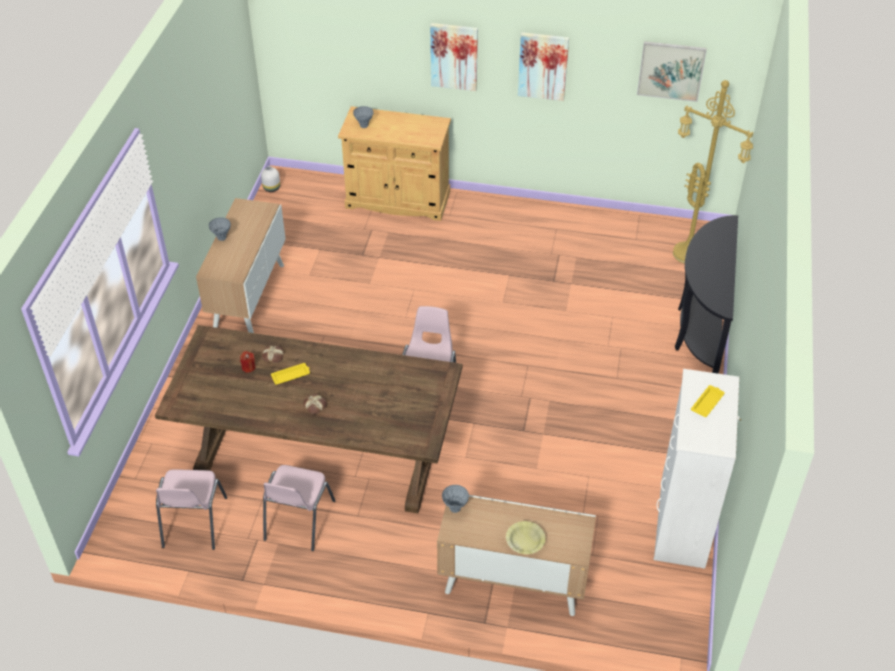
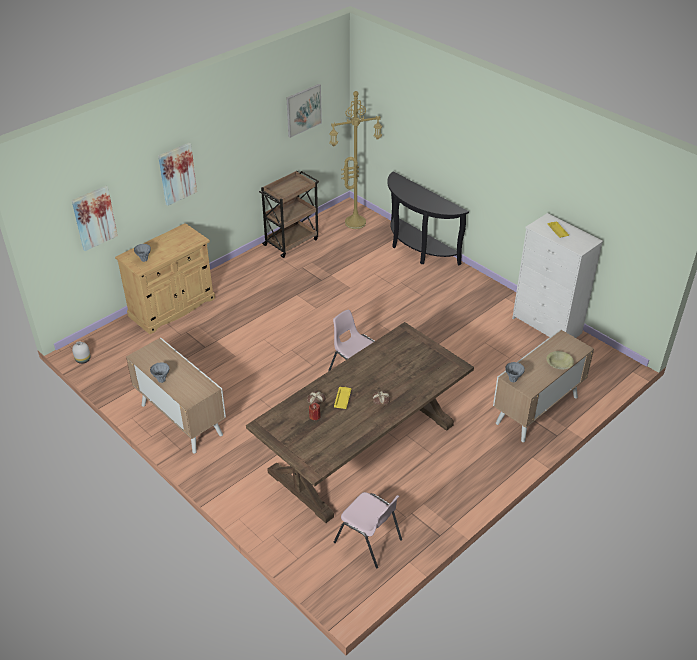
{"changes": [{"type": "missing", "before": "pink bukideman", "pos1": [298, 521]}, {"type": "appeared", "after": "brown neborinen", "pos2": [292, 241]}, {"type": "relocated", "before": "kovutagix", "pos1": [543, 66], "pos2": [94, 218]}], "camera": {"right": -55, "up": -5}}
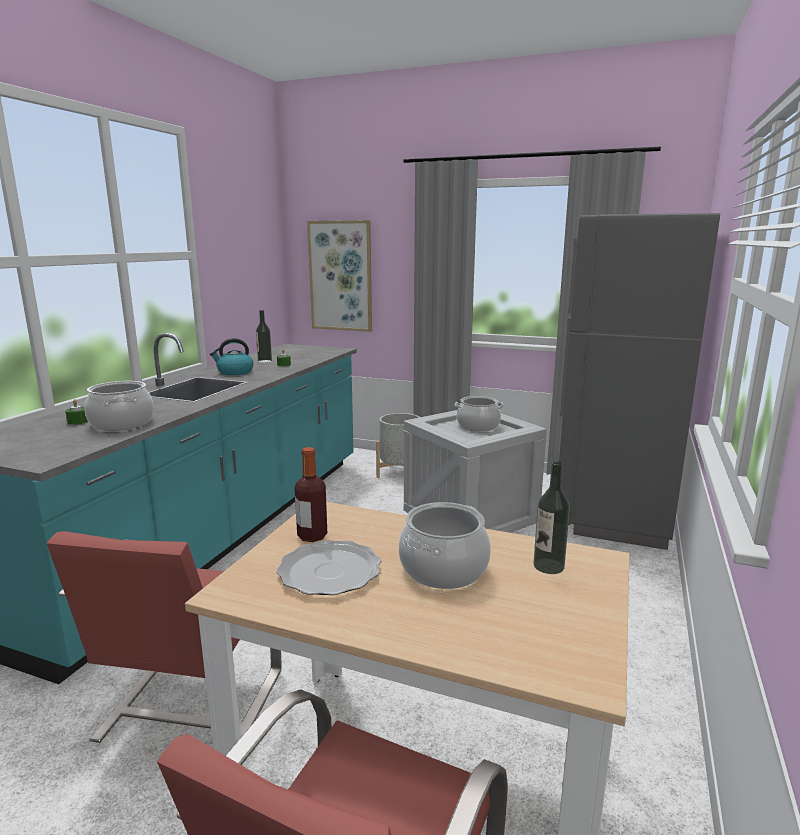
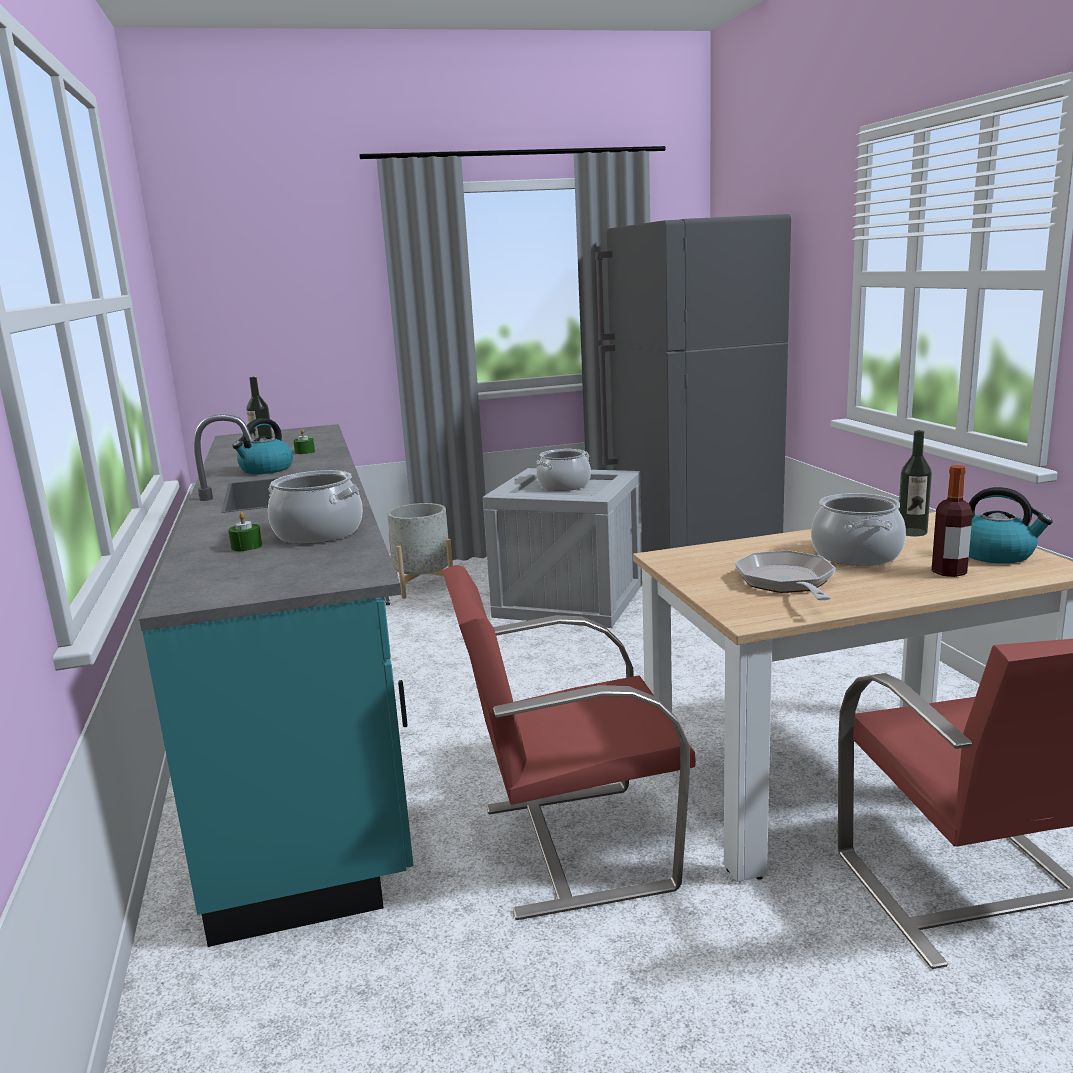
{"changes": [{"type": "missing", "before": "kovutagix", "pos1": [341, 276]}, {"type": "appeared", "after": "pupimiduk", "pos2": [997, 554]}, {"type": "relocated", "before": "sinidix", "pos1": [312, 536], "pos2": [949, 572]}, {"type": "exchanged", "before": "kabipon", "after": "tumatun", "pos1": [329, 571], "pos2": [787, 583]}, {"type": "spun", "before": "red bukideman", "pos1": [190, 706], "pos2": [571, 845], "turn": 105}], "camera": {"right": -35, "up": 0}}
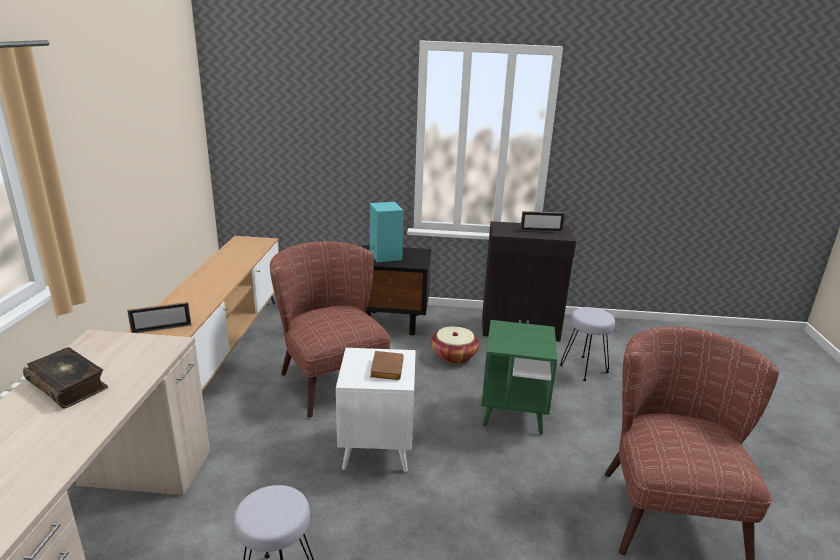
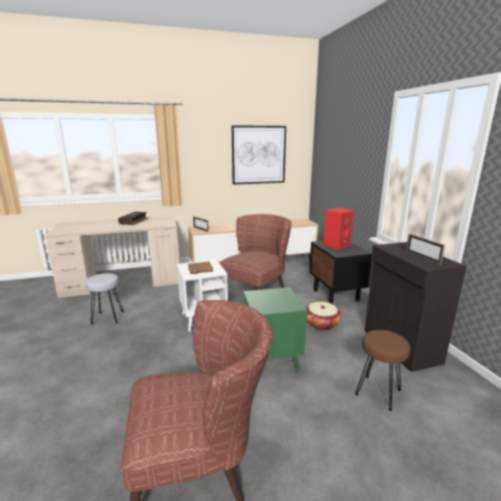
{"changes": [{"type": "appeared", "after": "kovutagix", "pos2": [258, 155]}, {"type": "colour", "before": "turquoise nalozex", "after": "red nalozex", "pos1": [384, 255], "pos2": [336, 245]}, {"type": "colour", "before": "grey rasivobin", "after": "brown rasivobin", "pos1": [584, 368], "pos2": [378, 392]}], "camera": {"right": 70, "up": -5}}
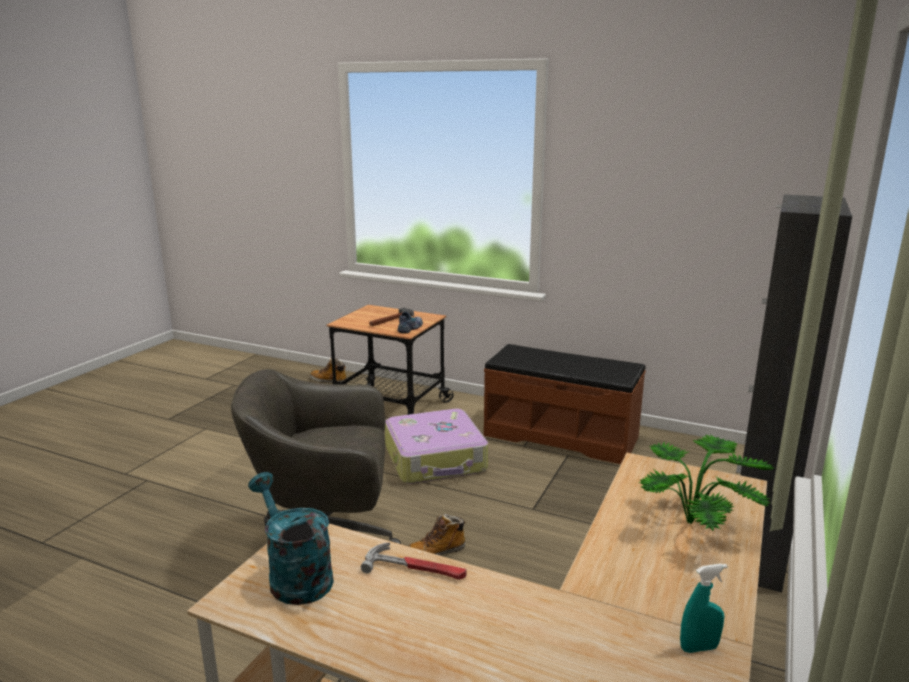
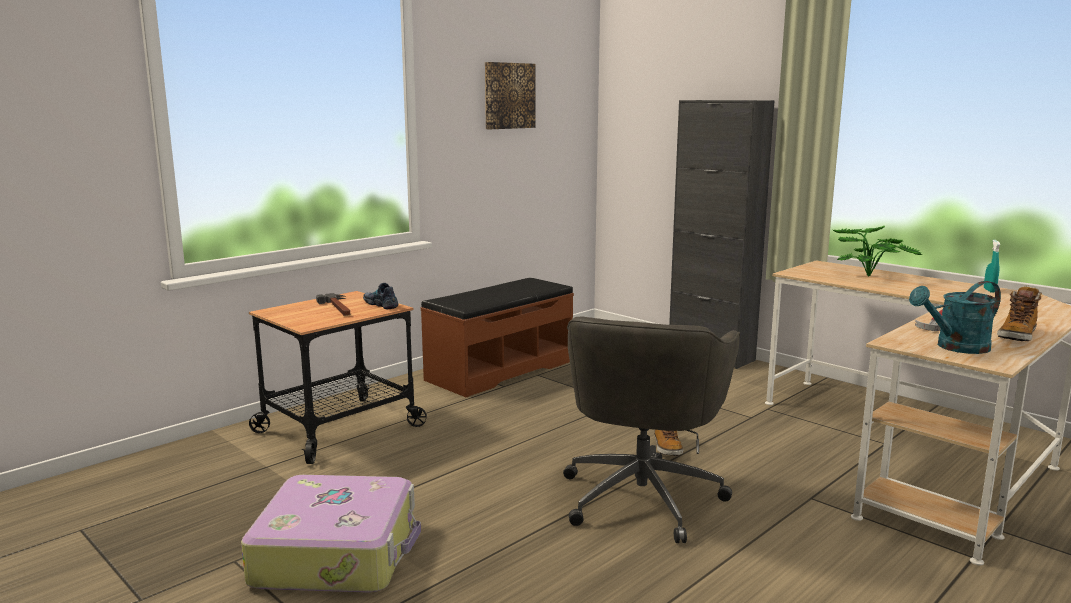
{"changes": [{"type": "appeared", "after": "kovutagix", "pos2": [509, 96]}, {"type": "relocated", "before": "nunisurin", "pos1": [329, 381], "pos2": [1017, 336]}, {"type": "relocated", "before": "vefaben", "pos1": [436, 459], "pos2": [338, 552]}], "camera": {"right": -70, "up": -5}}
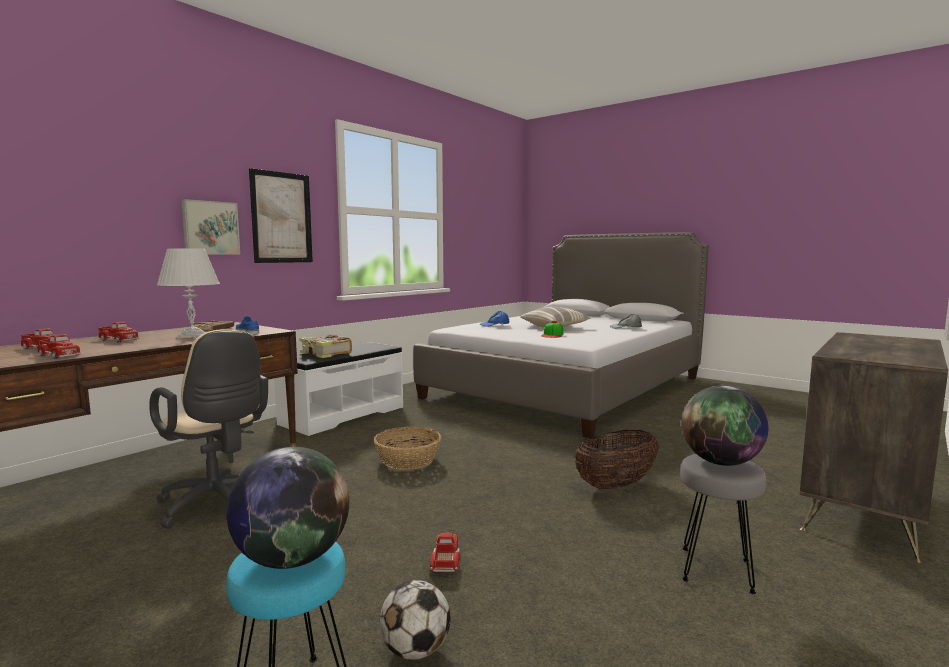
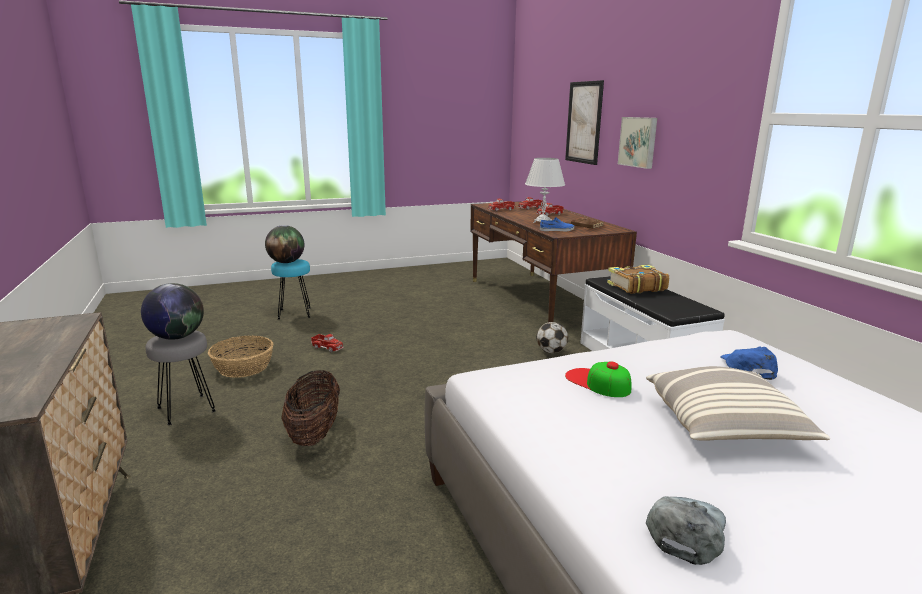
{"changes": [{"type": "missing", "before": "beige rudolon", "pos1": [217, 505]}, {"type": "relocated", "before": "kovutagix", "pos1": [281, 217], "pos2": [584, 122]}, {"type": "relocated", "before": "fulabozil", "pos1": [408, 460], "pos2": [243, 367]}, {"type": "relocated", "before": "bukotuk", "pos1": [415, 650], "pos2": [551, 352]}], "camera": {"right": 120, "up": 10}}
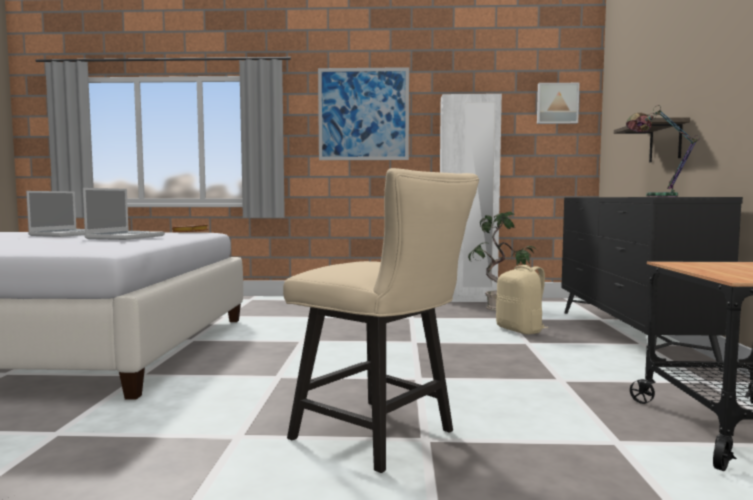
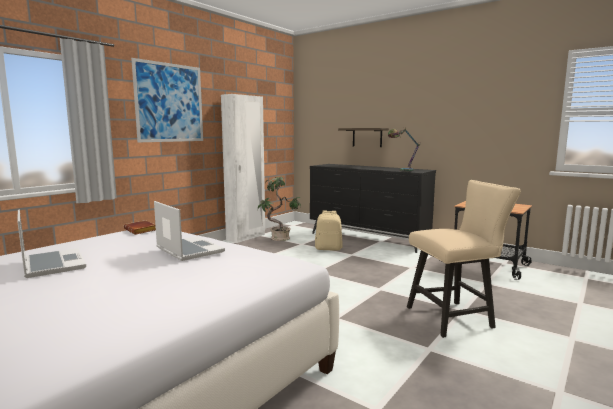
{"changes": [{"type": "missing", "before": "kovutagix", "pos1": [557, 103]}], "camera": {"right": -55, "up": 5}}
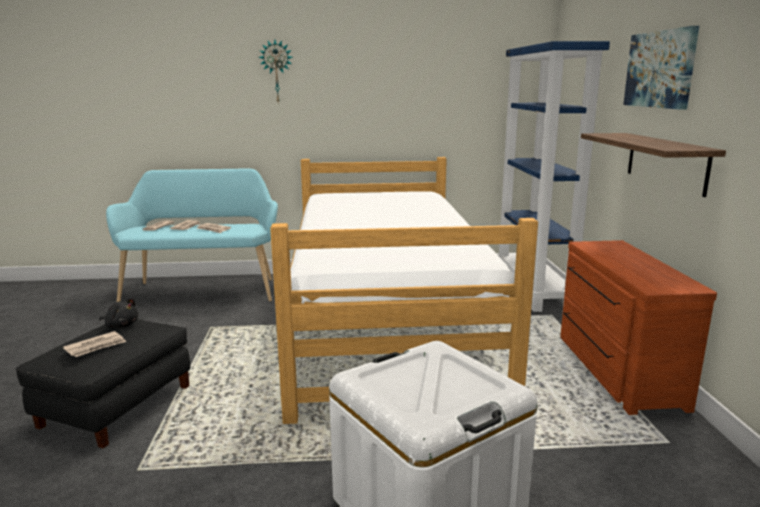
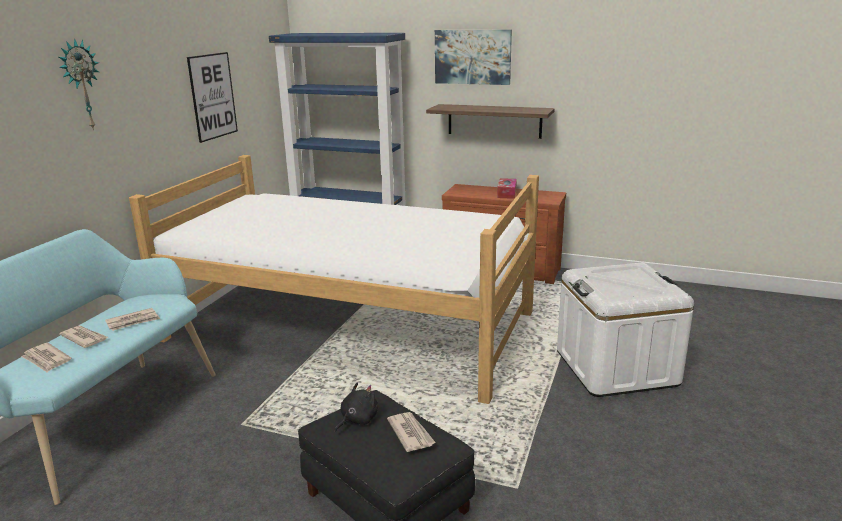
{"changes": [{"type": "appeared", "after": "kovutagix", "pos2": [213, 96]}, {"type": "appeared", "after": "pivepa", "pos2": [506, 193]}], "camera": {"right": -65, "up": 5}}
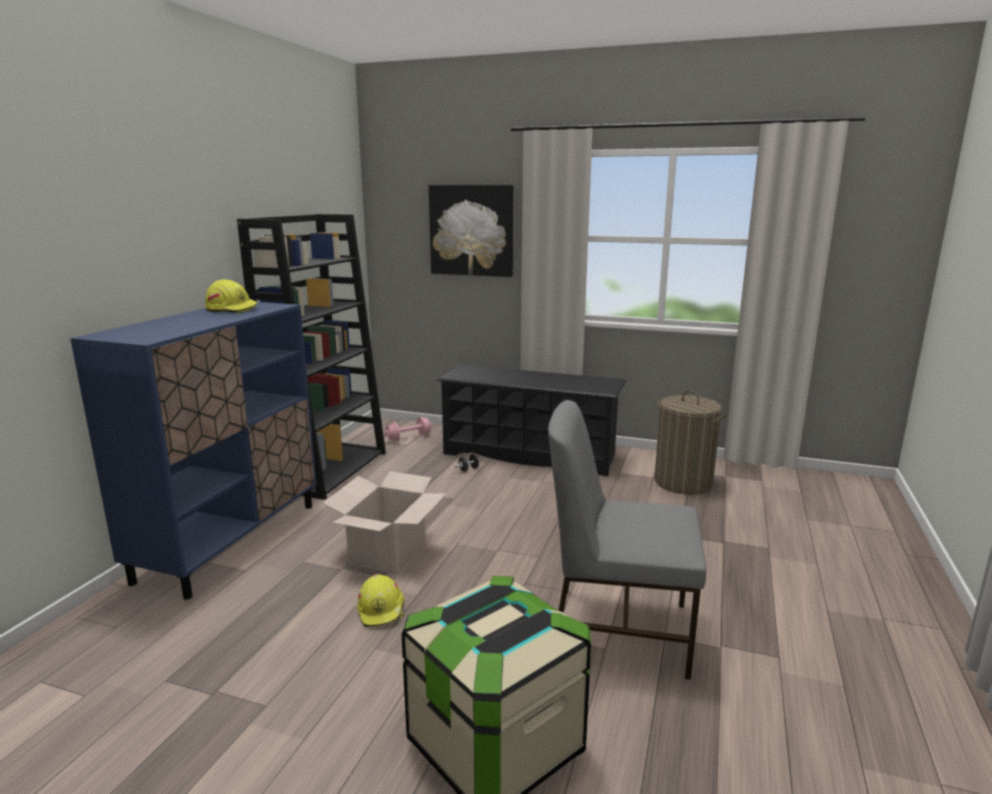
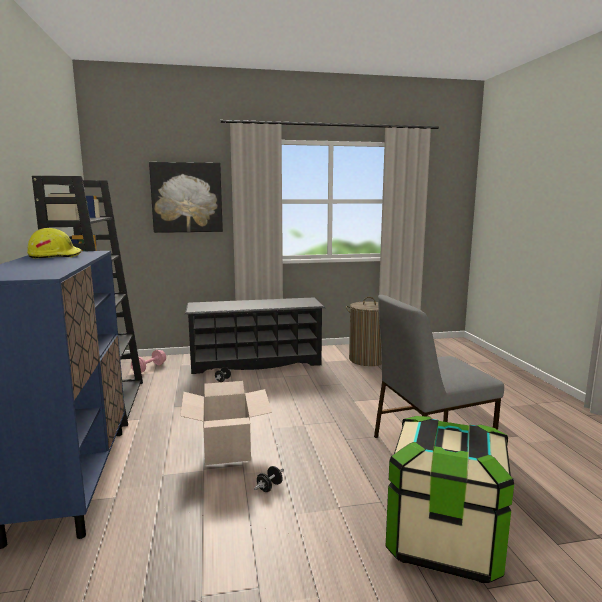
{"changes": [{"type": "exchanged", "before": "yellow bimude", "after": "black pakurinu", "pos1": [382, 610], "pos2": [269, 487]}], "camera": {"right": -30, "up": -5}}
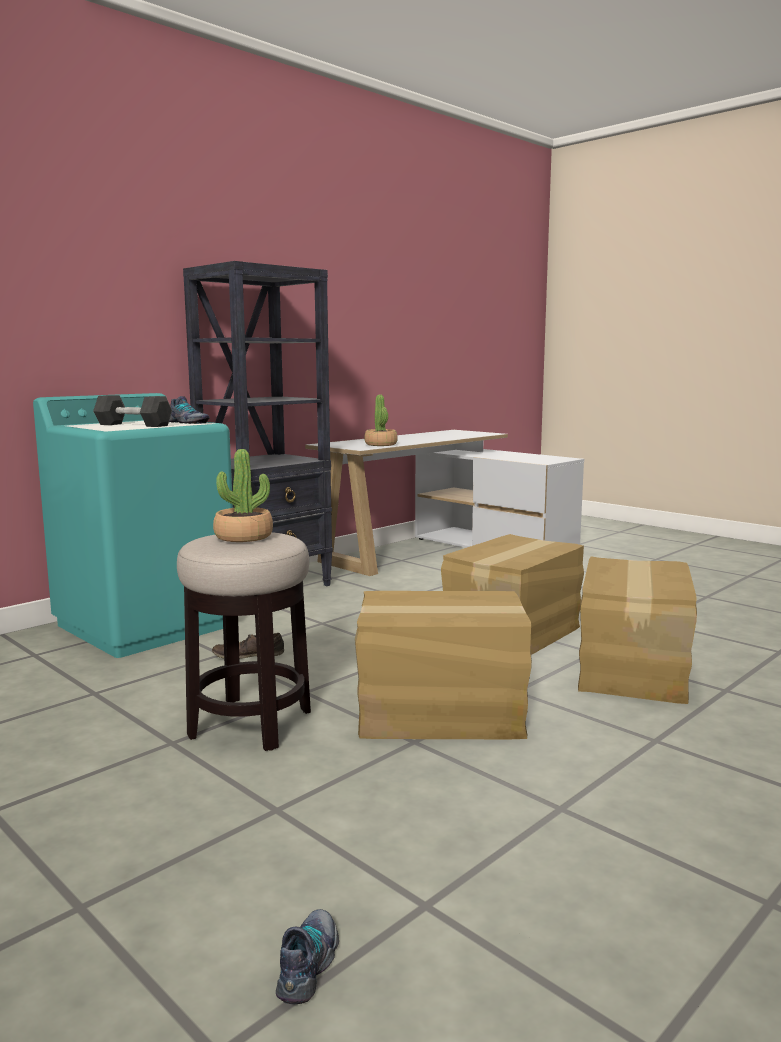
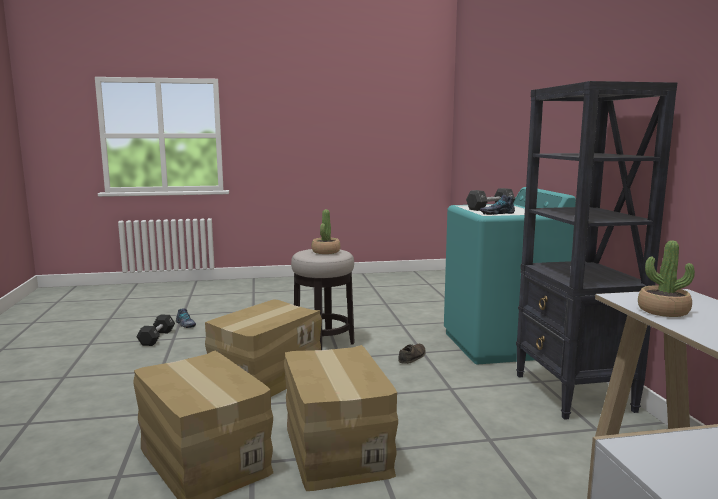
{"changes": [{"type": "appeared", "after": "black pakurinu", "pos2": [157, 338]}], "camera": {"right": 125, "up": 0}}
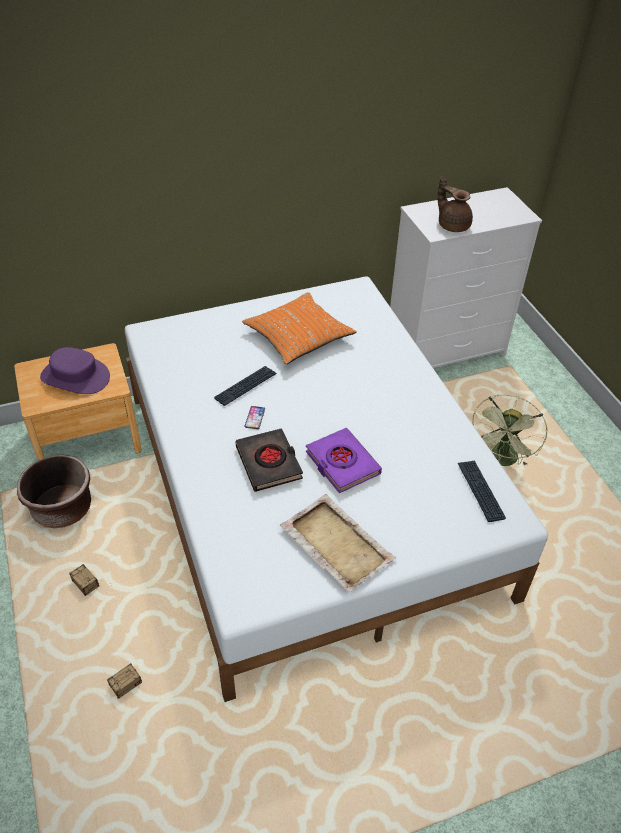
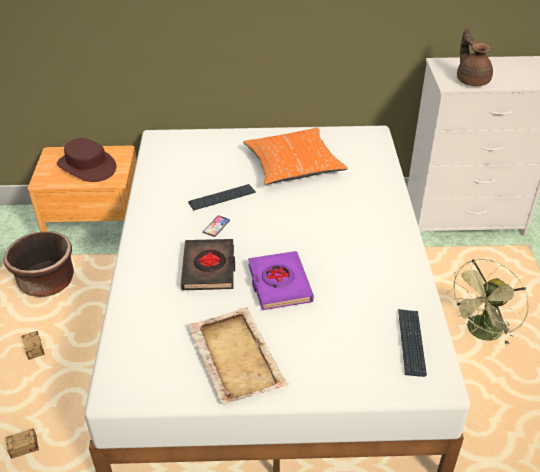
{"changes": [{"type": "colour", "before": "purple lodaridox", "after": "brown lodaridox", "pos1": [75, 376], "pos2": [87, 166]}], "camera": {"right": 20, "up": -5}}
